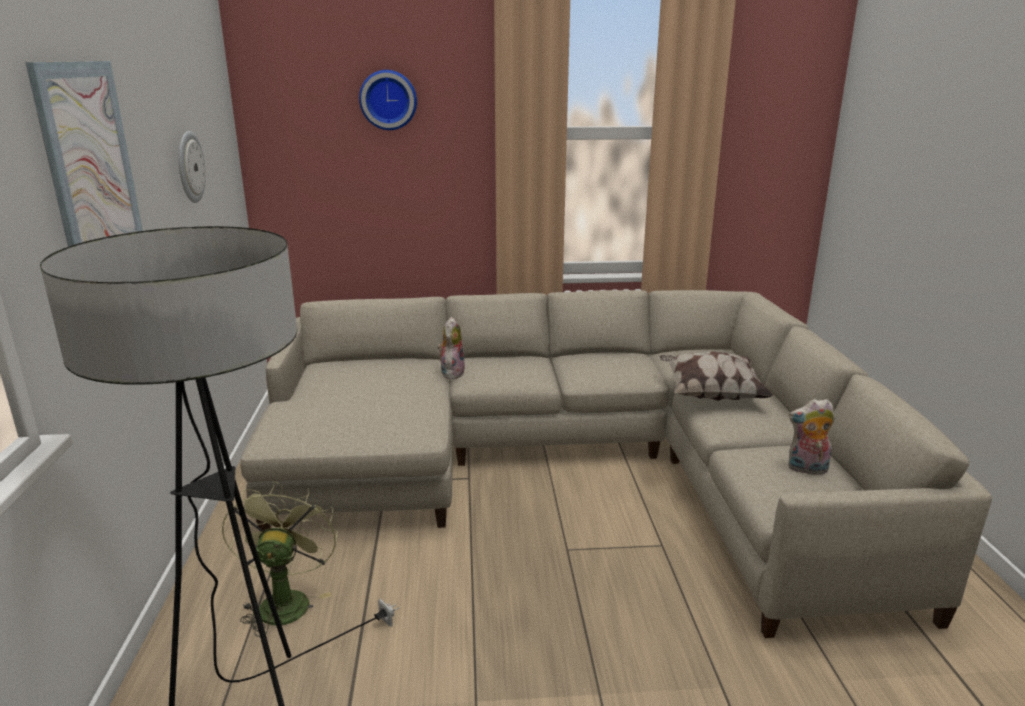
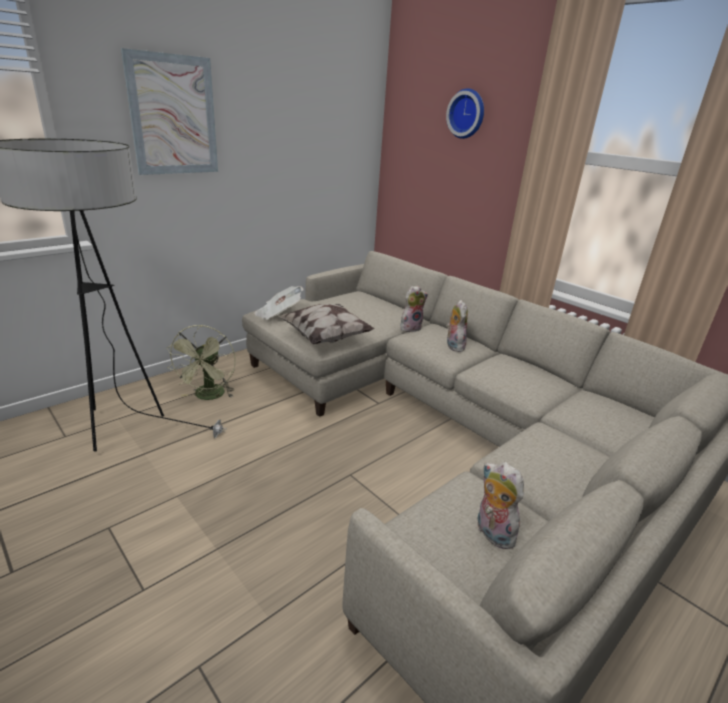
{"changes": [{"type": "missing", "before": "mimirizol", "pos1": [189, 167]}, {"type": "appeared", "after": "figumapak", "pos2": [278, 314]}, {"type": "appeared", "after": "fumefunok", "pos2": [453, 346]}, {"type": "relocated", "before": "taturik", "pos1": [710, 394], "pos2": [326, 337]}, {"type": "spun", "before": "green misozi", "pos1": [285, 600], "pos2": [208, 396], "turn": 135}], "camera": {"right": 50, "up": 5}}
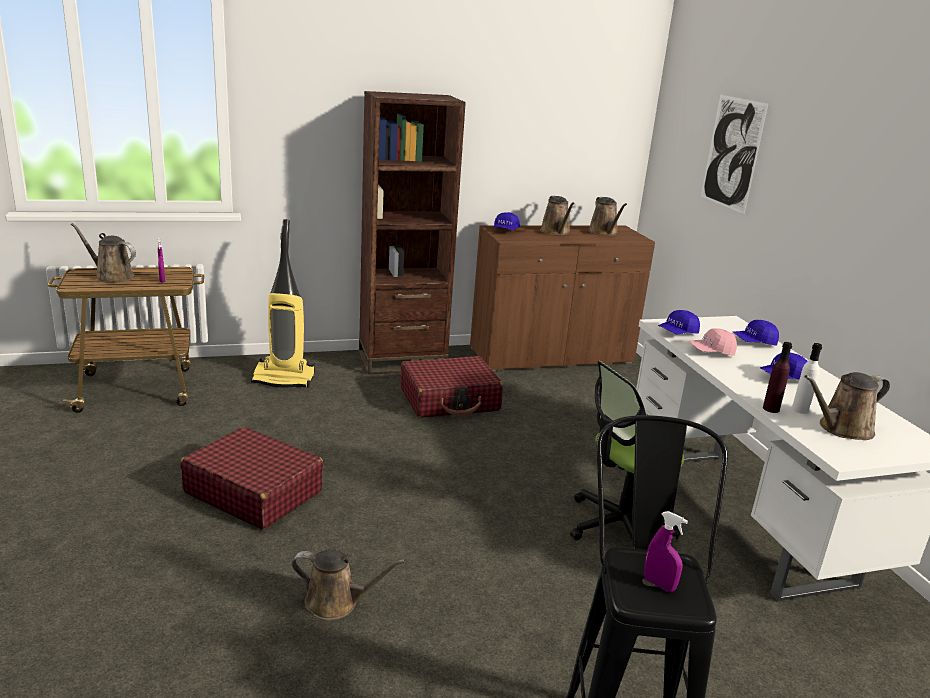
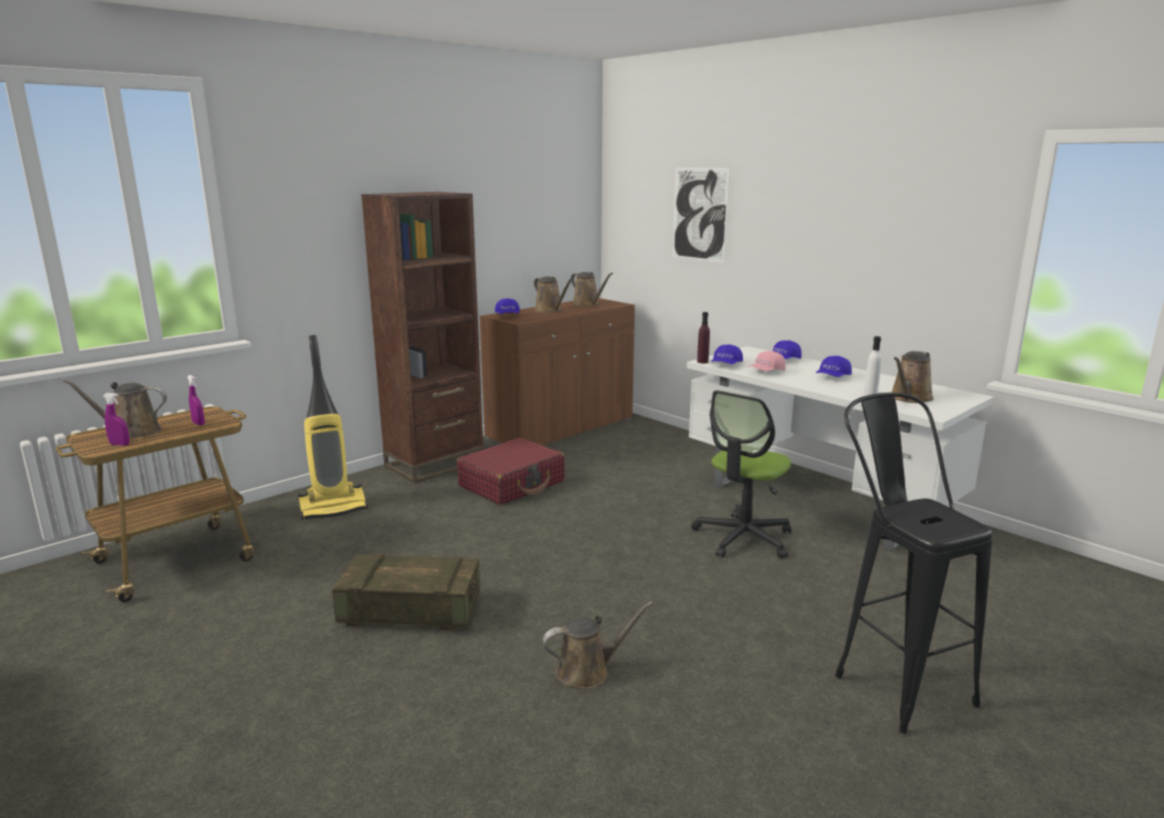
{"changes": [{"type": "relocated", "before": "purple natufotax", "pos1": [659, 584], "pos2": [119, 444]}, {"type": "relocated", "before": "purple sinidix", "pos1": [771, 409], "pos2": [702, 362]}, {"type": "exchanged", "before": "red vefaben", "after": "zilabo", "pos1": [253, 492], "pos2": [411, 611]}], "camera": {"right": -25, "up": -5}}
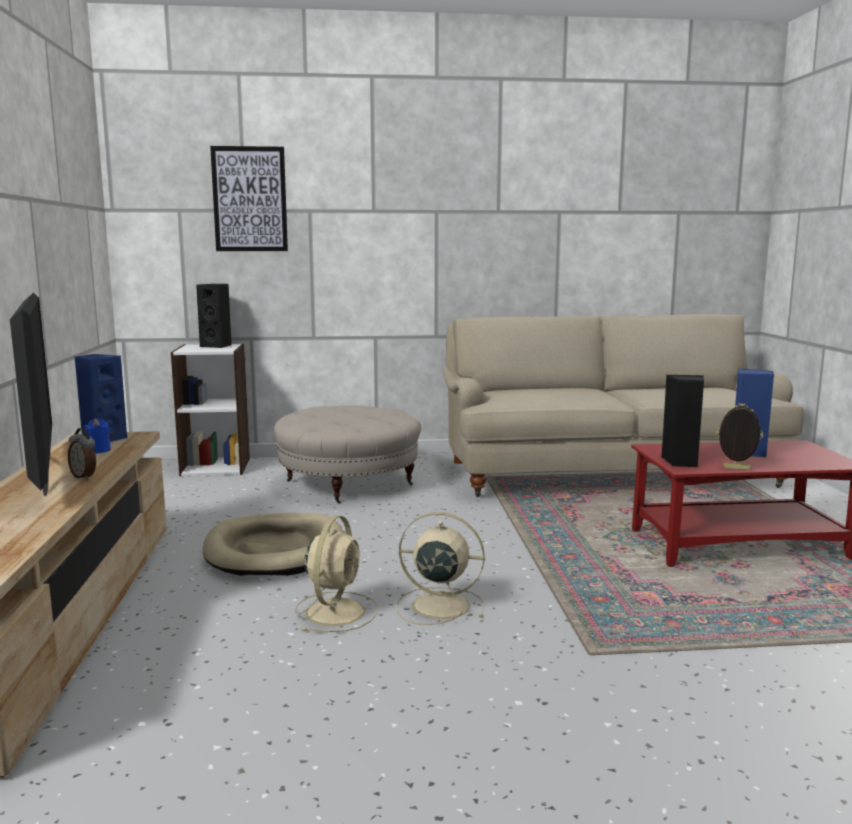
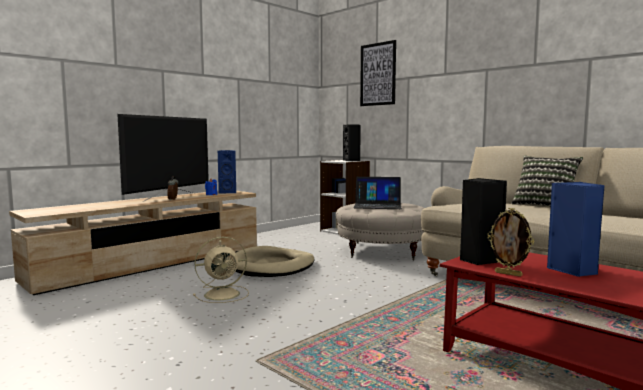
{"changes": [{"type": "missing", "before": "beige misozi", "pos1": [438, 605]}, {"type": "appeared", "after": "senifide", "pos2": [377, 205]}, {"type": "appeared", "after": "taturik", "pos2": [545, 206]}, {"type": "spun", "before": "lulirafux", "pos1": [736, 468], "pos2": [508, 274], "turn": 150}], "camera": {"right": 50, "up": -5}}
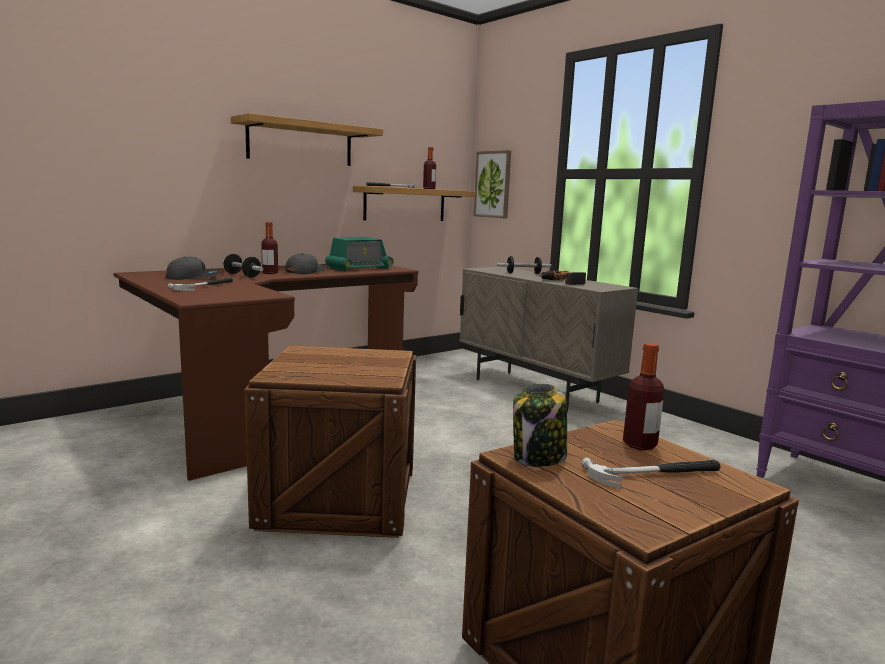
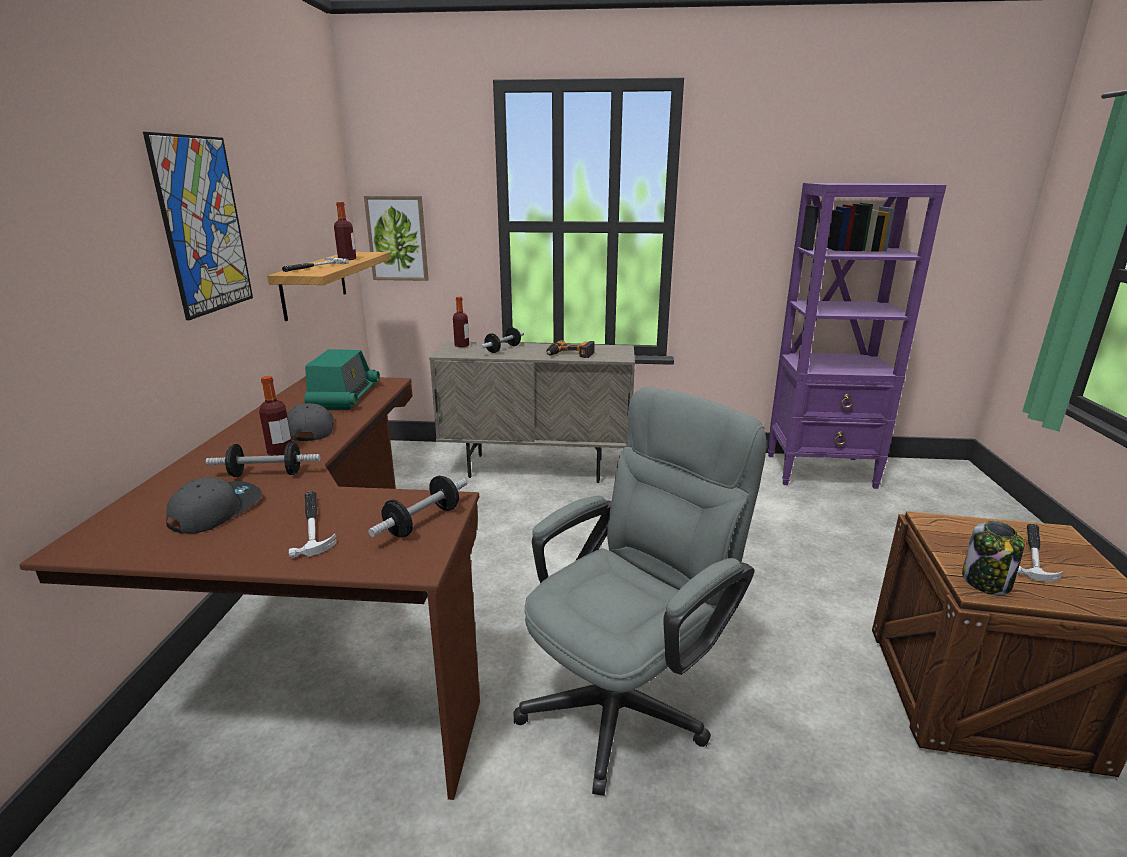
{"changes": [{"type": "appeared", "after": "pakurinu", "pos2": [423, 522]}, {"type": "relocated", "before": "sinidix", "pos1": [639, 445], "pos2": [462, 345]}, {"type": "exchanged", "before": "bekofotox", "after": "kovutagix", "pos1": [300, 143], "pos2": [203, 225]}, {"type": "exchanged", "before": "zilabo", "after": "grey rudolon", "pos1": [340, 499], "pos2": [628, 697]}], "camera": {"right": -45, "up": 10}}
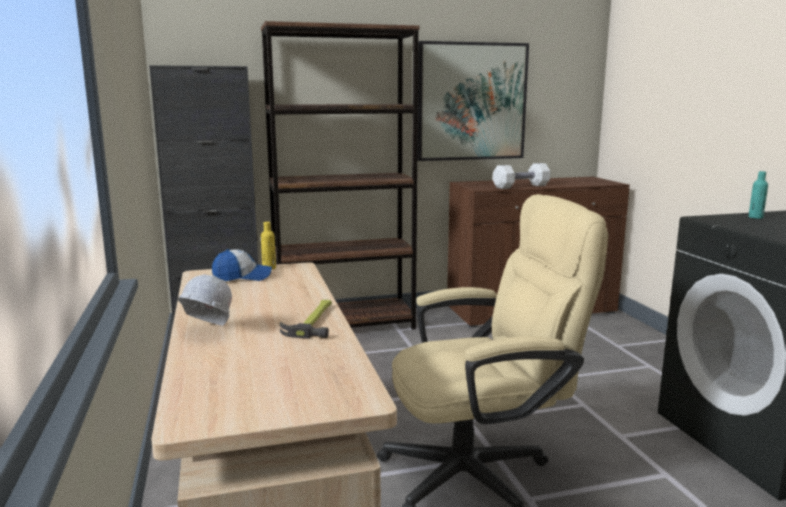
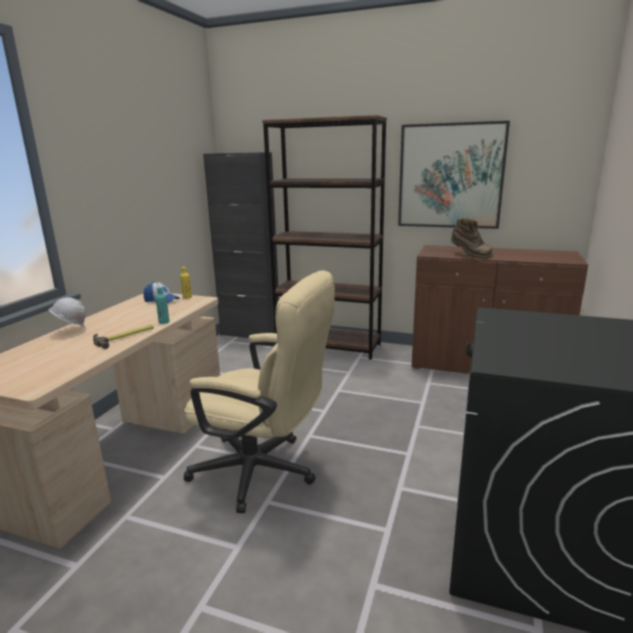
{"changes": [{"type": "relocated", "before": "turquoise sinidix", "pos1": [755, 217], "pos2": [164, 322]}, {"type": "exchanged", "before": "white pakurinu", "after": "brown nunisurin", "pos1": [521, 186], "pos2": [469, 255]}], "camera": {"right": 35, "up": 5}}
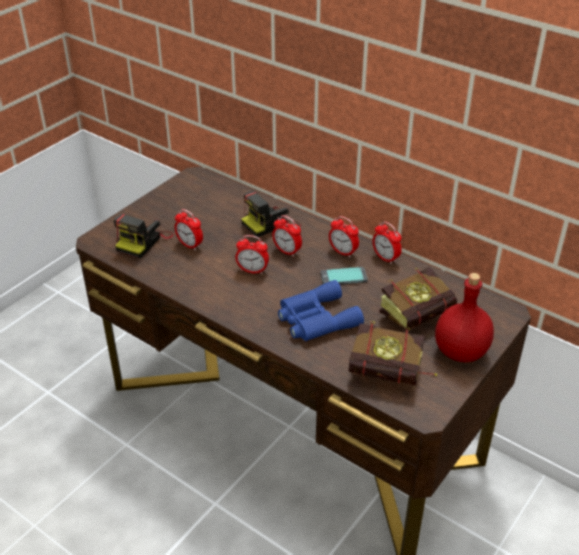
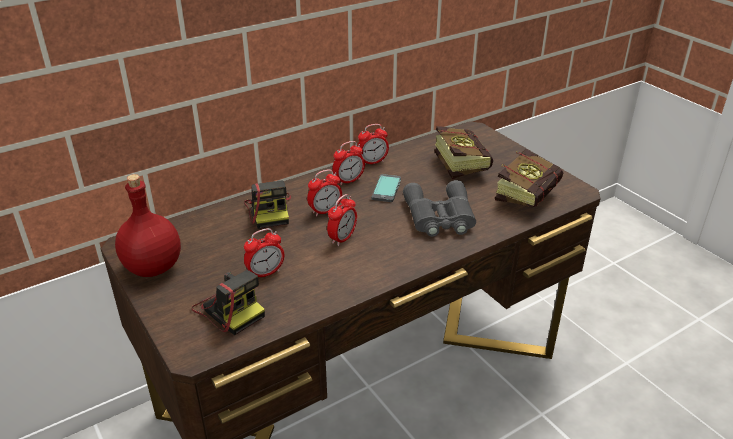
{"changes": [{"type": "relocated", "before": "red sinidix", "pos1": [461, 351], "pos2": [153, 267]}, {"type": "colour", "before": "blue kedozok", "after": "grey kedozok", "pos1": [315, 319], "pos2": [439, 217]}], "camera": {"right": -70, "up": -5}}
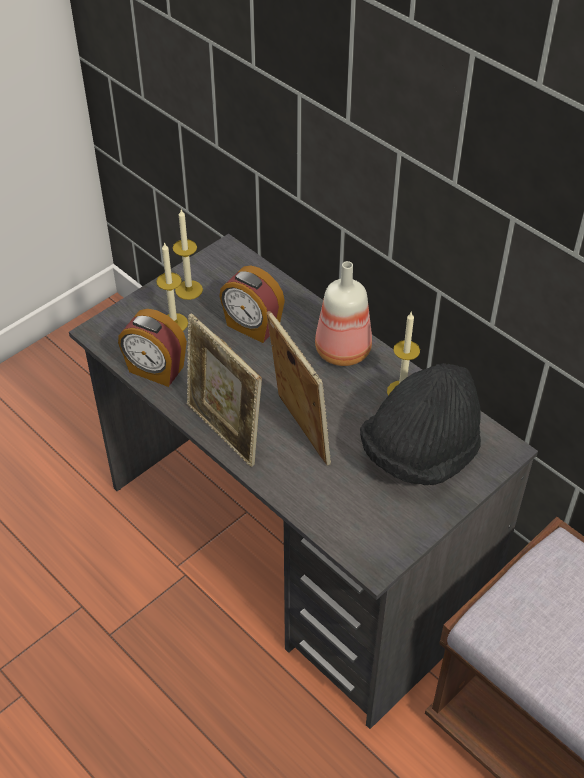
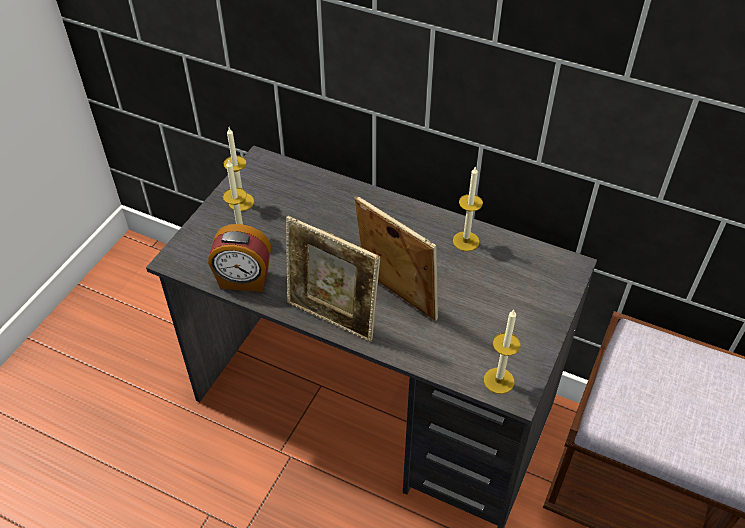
{"changes": [{"type": "missing", "before": "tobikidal", "pos1": [252, 326]}, {"type": "missing", "before": "sinidix", "pos1": [341, 349]}, {"type": "missing", "before": "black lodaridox", "pos1": [420, 453]}, {"type": "appeared", "after": "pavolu", "pos2": [499, 380]}], "camera": {"right": -20, "up": 0}}
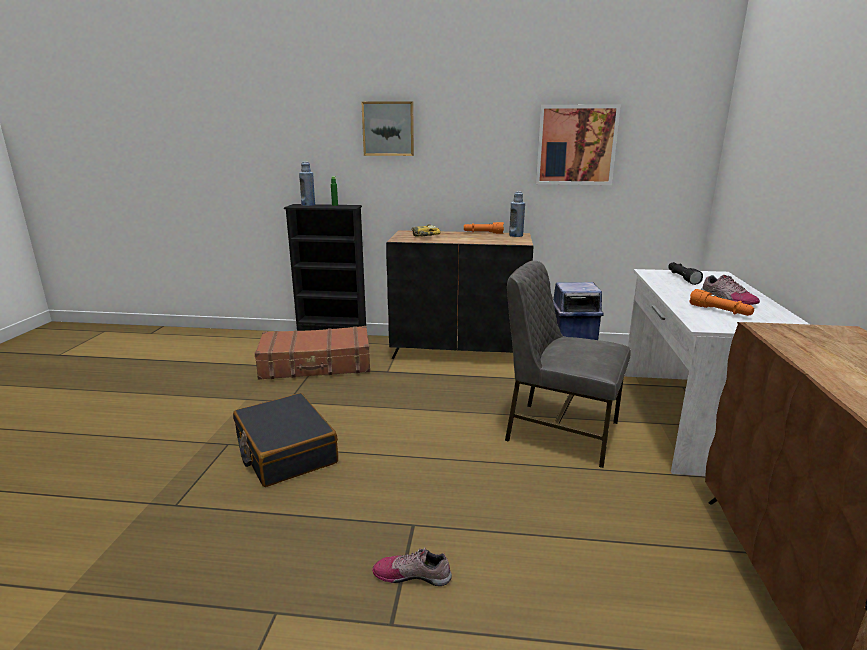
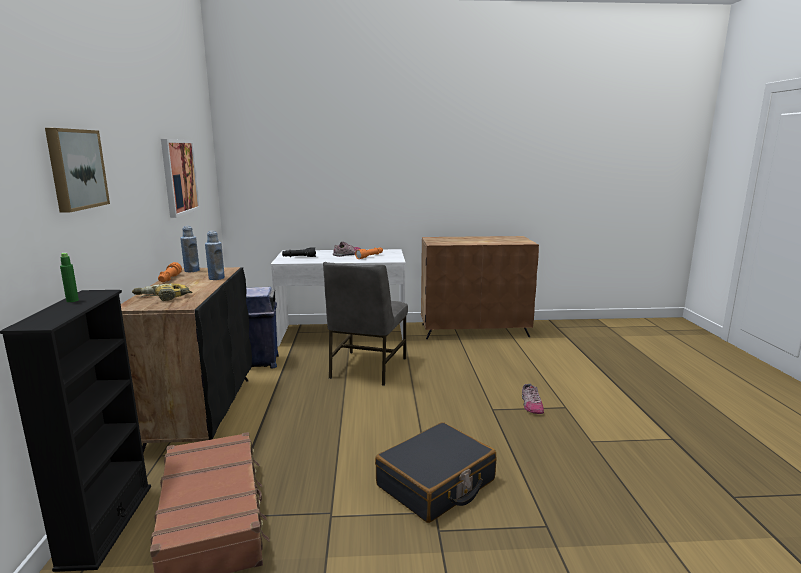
{"changes": [{"type": "relocated", "before": "blue sinidix", "pos1": [308, 205], "pos2": [216, 278]}], "camera": {"right": -100, "up": -5}}
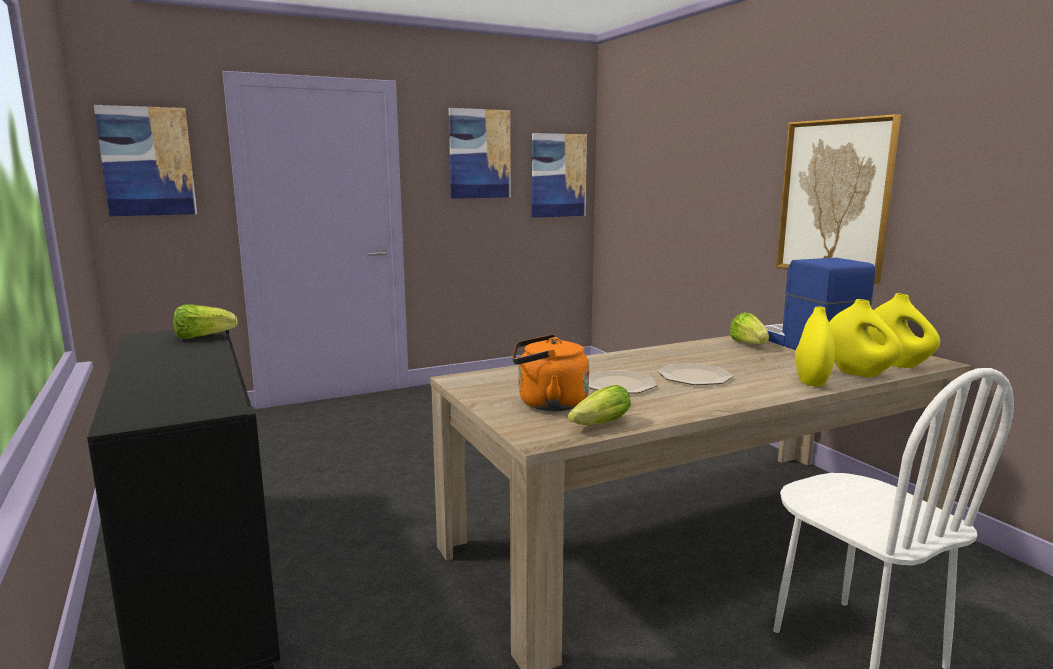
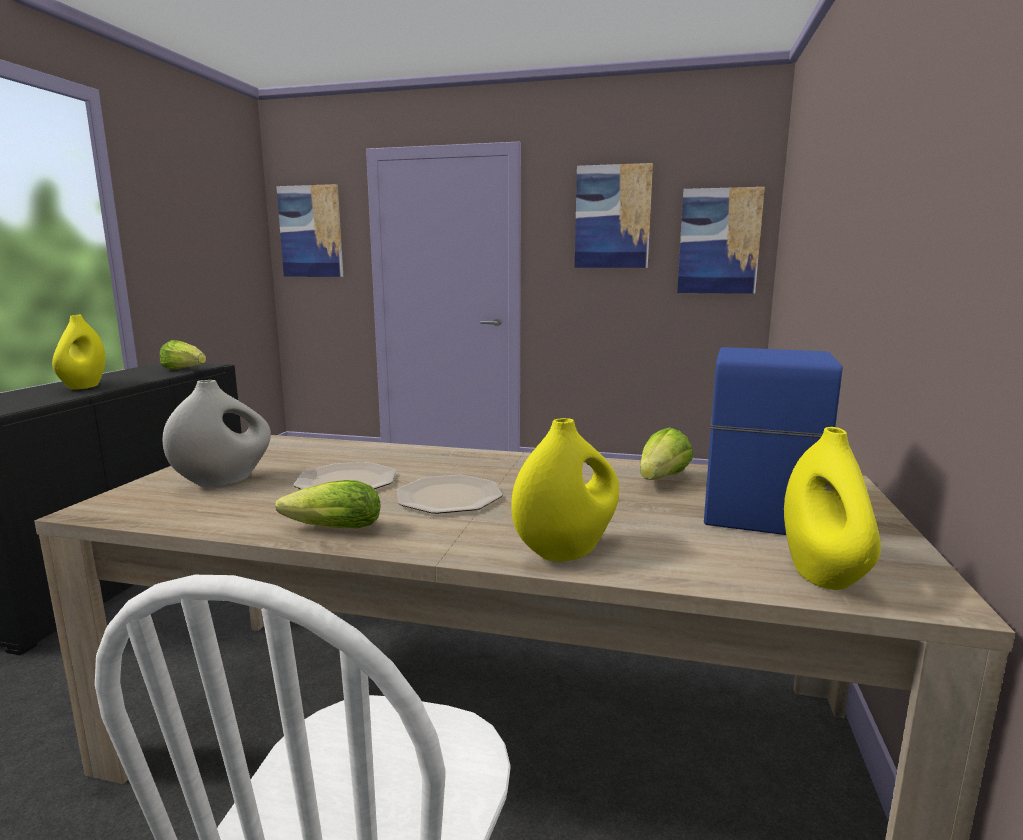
{"changes": [{"type": "missing", "before": "kovutagix", "pos1": [834, 198]}, {"type": "relocated", "before": "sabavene", "pos1": [597, 425], "pos2": [329, 529]}, {"type": "relocated", "before": "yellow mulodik", "pos1": [858, 373], "pos2": [84, 387]}, {"type": "exchanged", "before": "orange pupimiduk", "after": "white mulodik", "pos1": [548, 404], "pos2": [224, 481]}], "camera": {"right": 40, "up": 0}}
